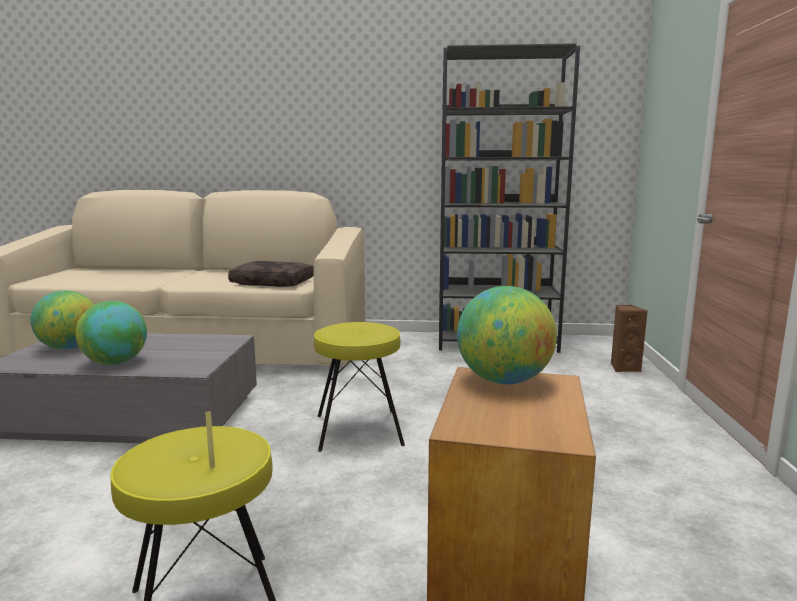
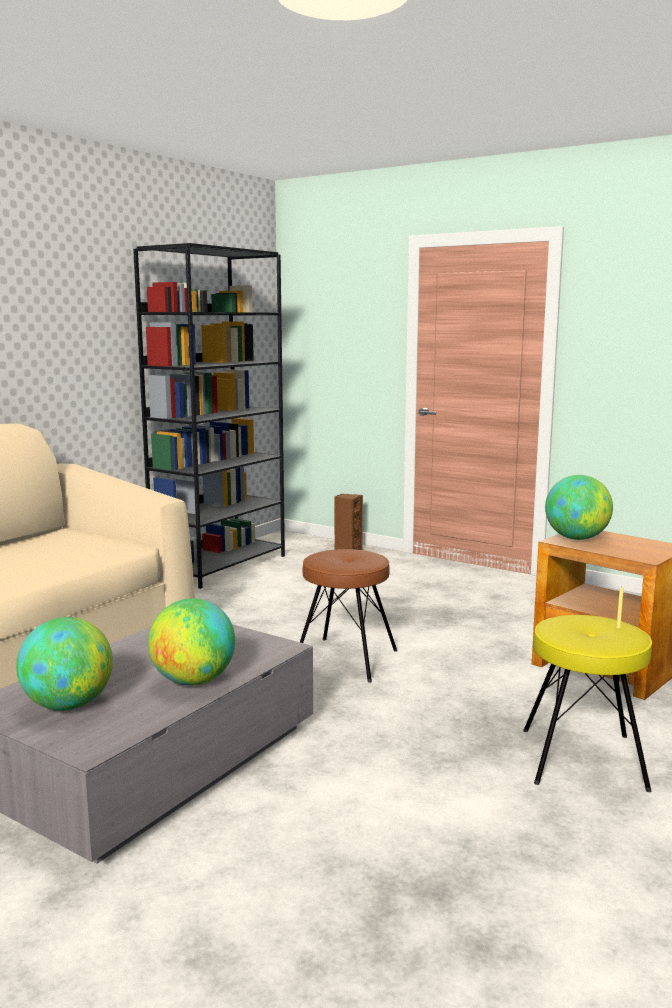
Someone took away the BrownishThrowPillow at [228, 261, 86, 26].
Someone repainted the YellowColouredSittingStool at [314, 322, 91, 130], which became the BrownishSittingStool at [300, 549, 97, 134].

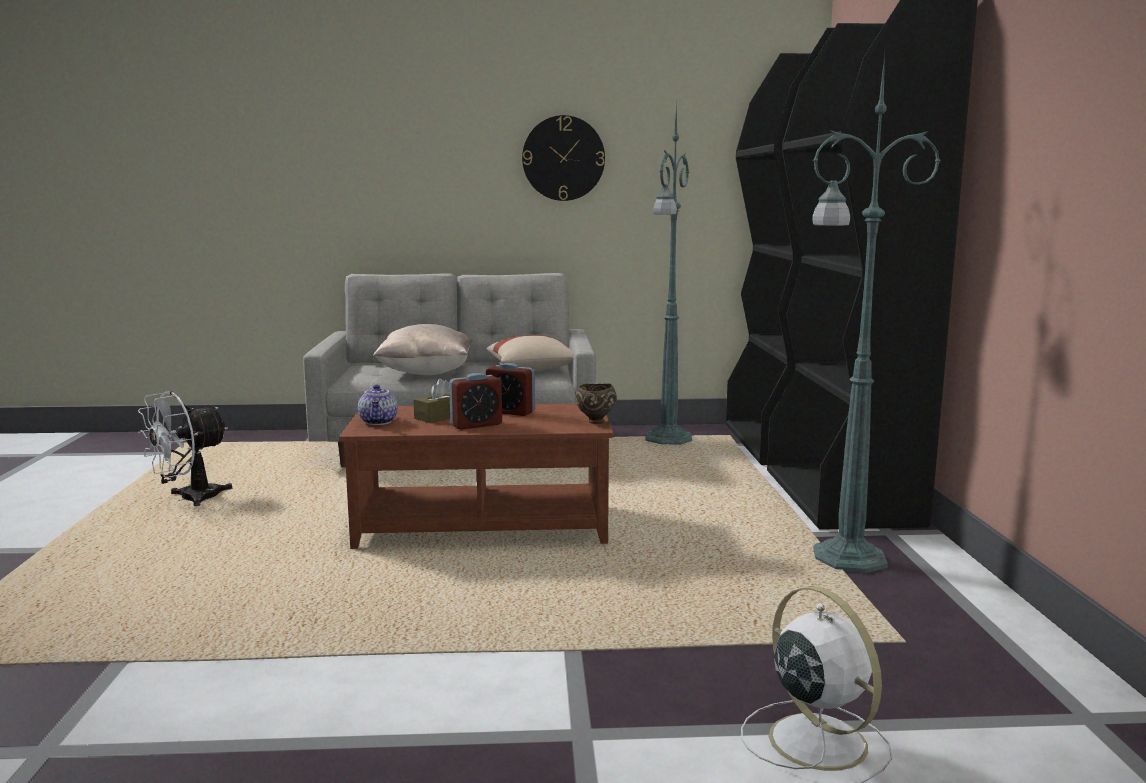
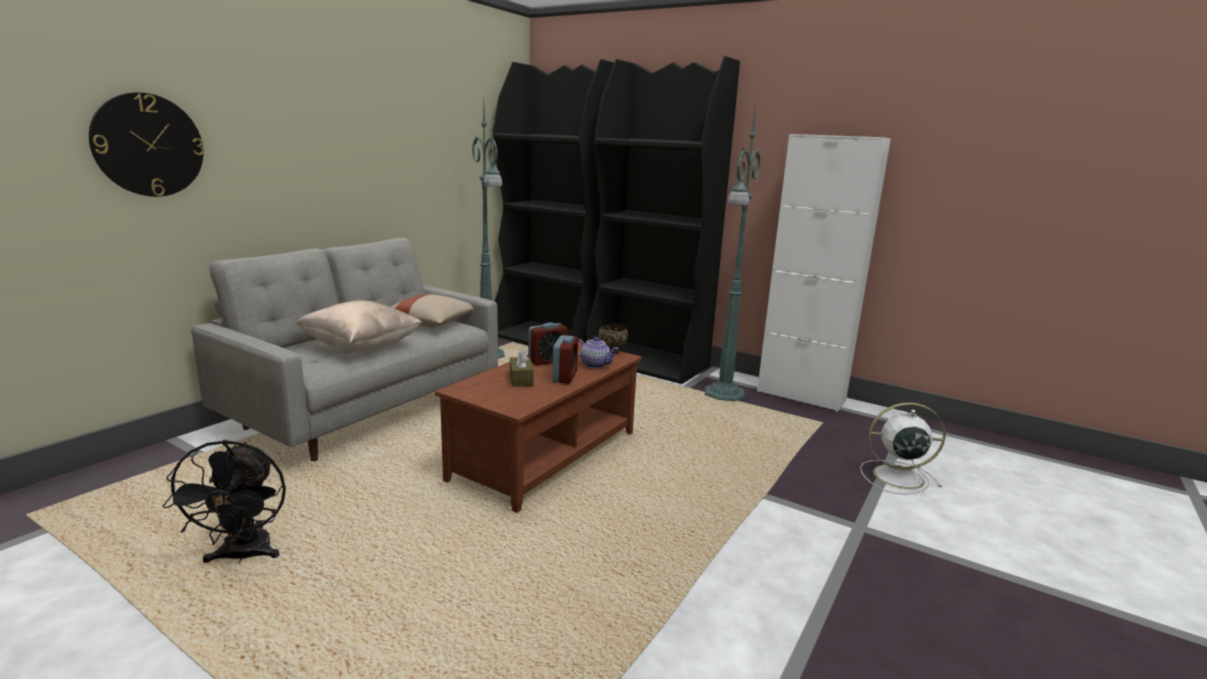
Someone repainted the WhitishElectricFan at [138, 391, 94, 115], which became the BlackColouredElectricFan at [162, 440, 124, 124].
Someone carried the TeaPot from [358, 385, 39, 40] to [578, 337, 41, 31].
Someone carried the HangingClock from [522, 115, 83, 86] to [89, 92, 115, 105].
Someone put down the WhitishCabinet at [757, 134, 134, 278].

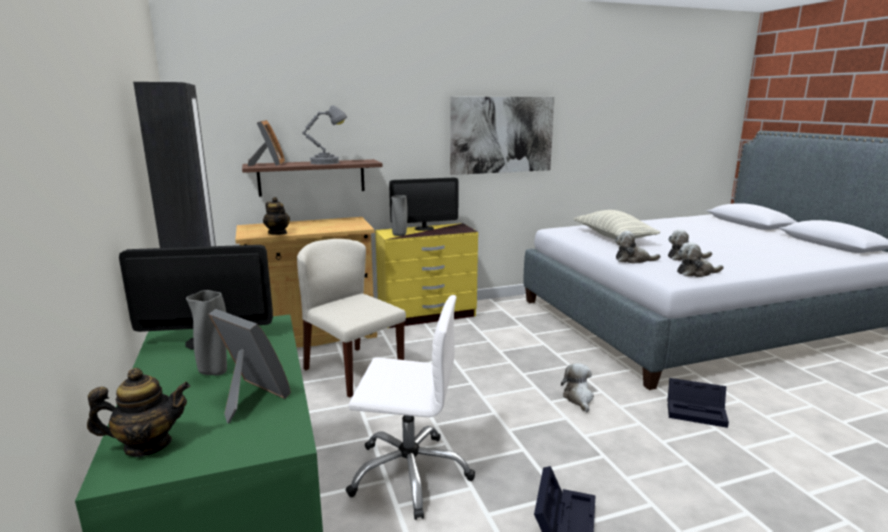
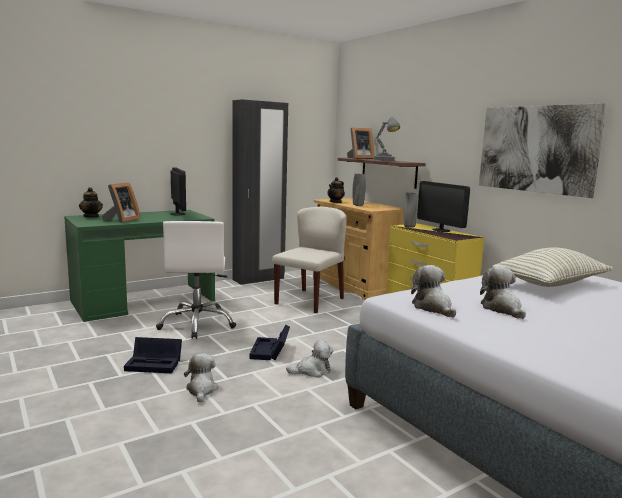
Someone carried the GreyishDecorativeVase from [186, 290, 41, 85] to [352, 174, 14, 32].
Someone carried the CuddlyToy from [615, 231, 46, 33] to [184, 353, 34, 50].
Someone carried the BlackColouredStorageContainer from [667, 378, 62, 50] to [249, 325, 41, 35].

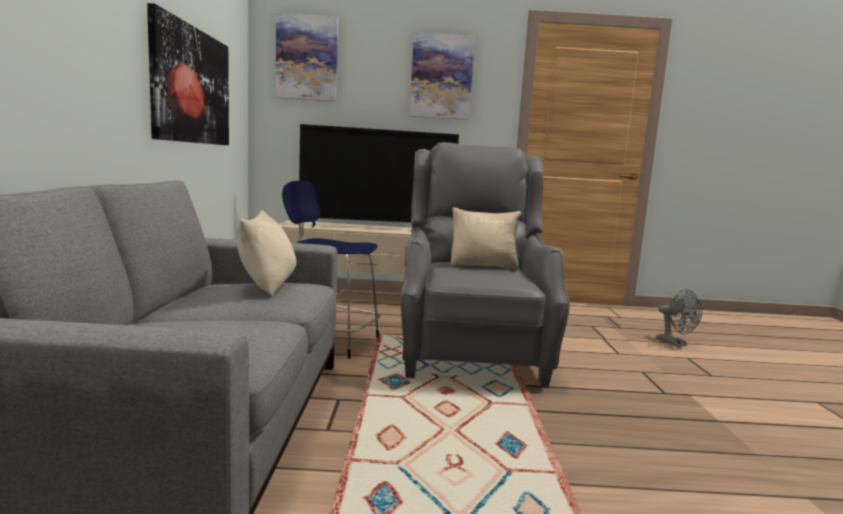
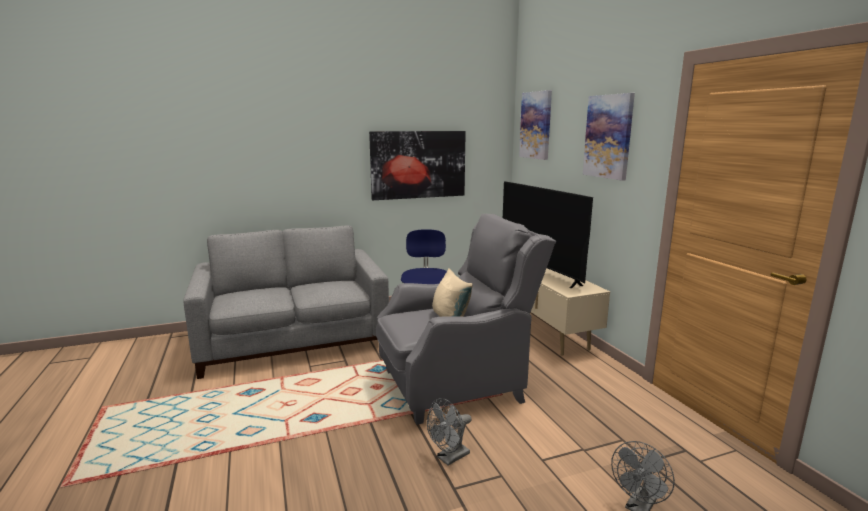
Someone took away the BeigeColouredThrowPillow at [237, 210, 60, 85].
Someone put down the GreyishElectricFan at [427, 398, 45, 68].

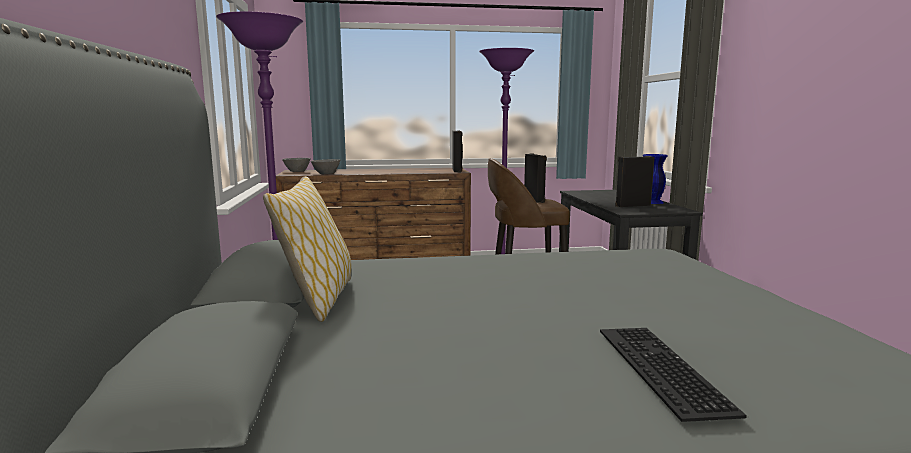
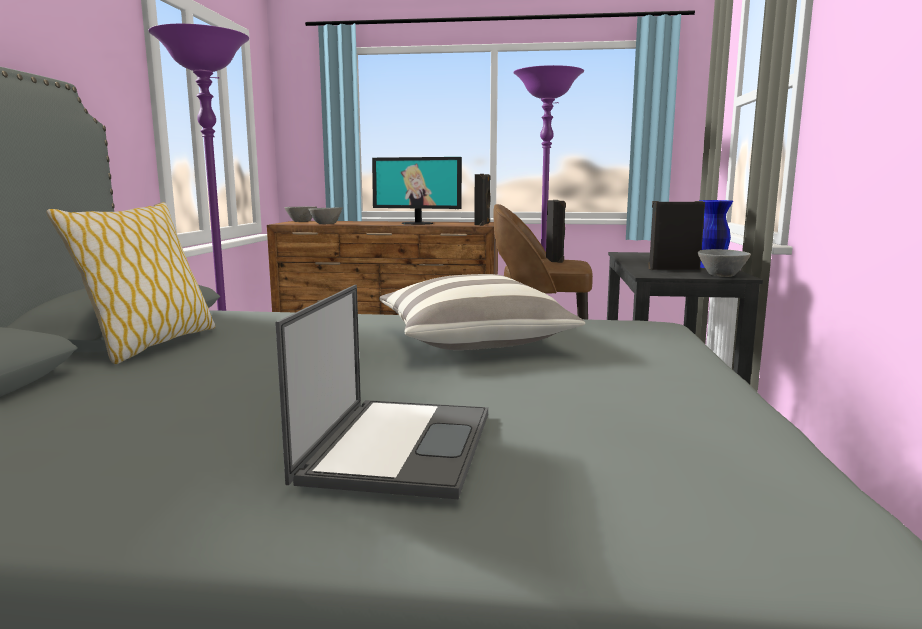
Someone swapped the ComputerKeyboard at [600, 328, 147, 94] for the NotebookComputer at [275, 285, 213, 214].
Someone put down the Monitor at [372, 157, 90, 68].
Someone put down the ThrowPillow at [379, 274, 206, 76].
Someone put down the GreyishDeepDish at [698, 249, 53, 28].

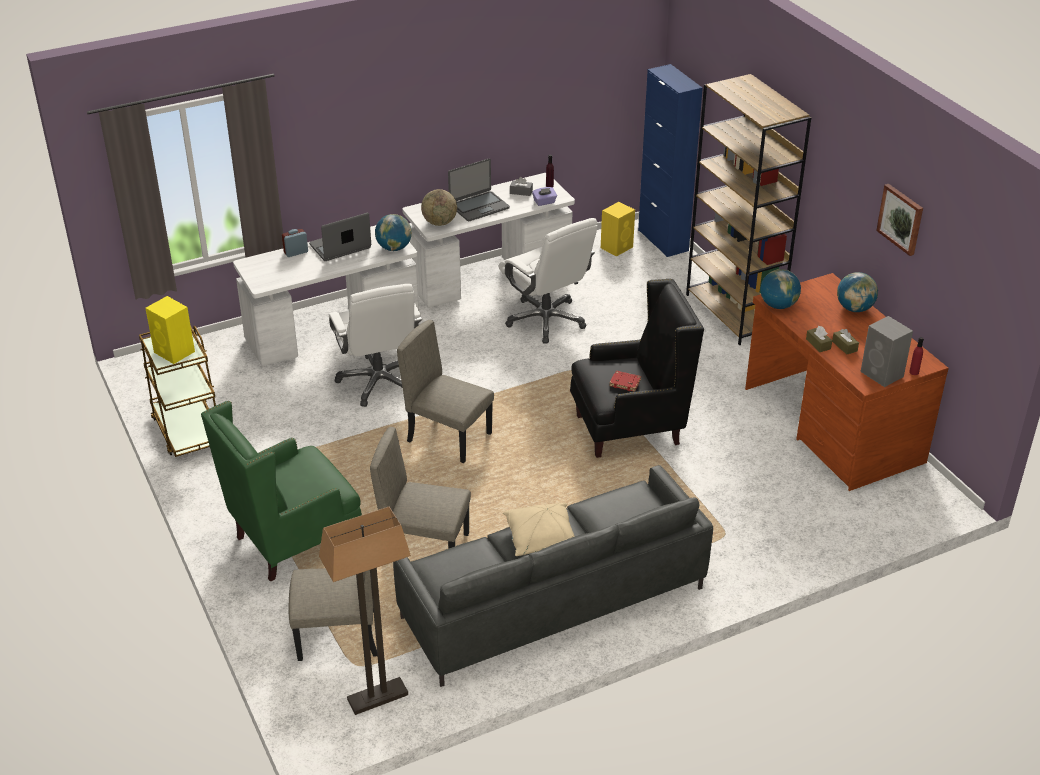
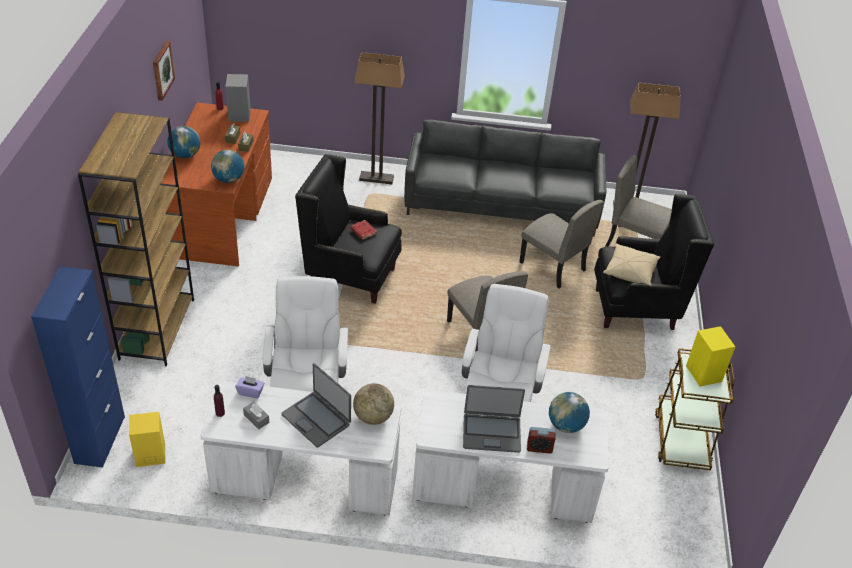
Someone repainted the GreenColouredLoungeChair at [201, 401, 161, 181], which became the BlackColouredLoungeChair at [594, 194, 120, 136].
Someone carried the Globe from [375, 214, 37, 37] to [549, 392, 41, 41].
Someone rotated the NotebookComputer at [448, 158, 62, 64] by 135 degrees counterclockwise.
Someone carried the BeigeColouredThrowPillow from [503, 502, 72, 54] to [603, 243, 57, 43].
Someone put down the StandardLamp at [354, 52, 51, 132].

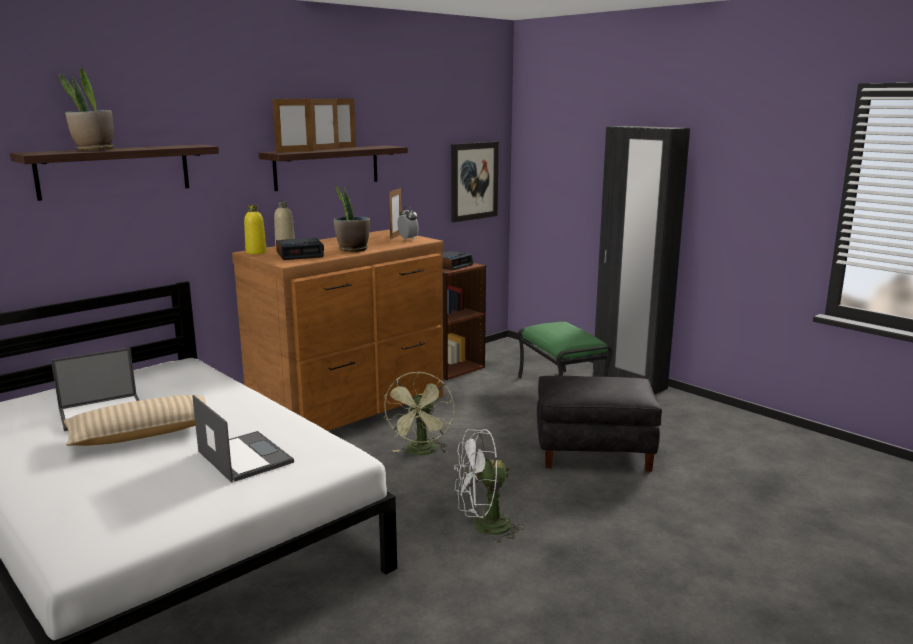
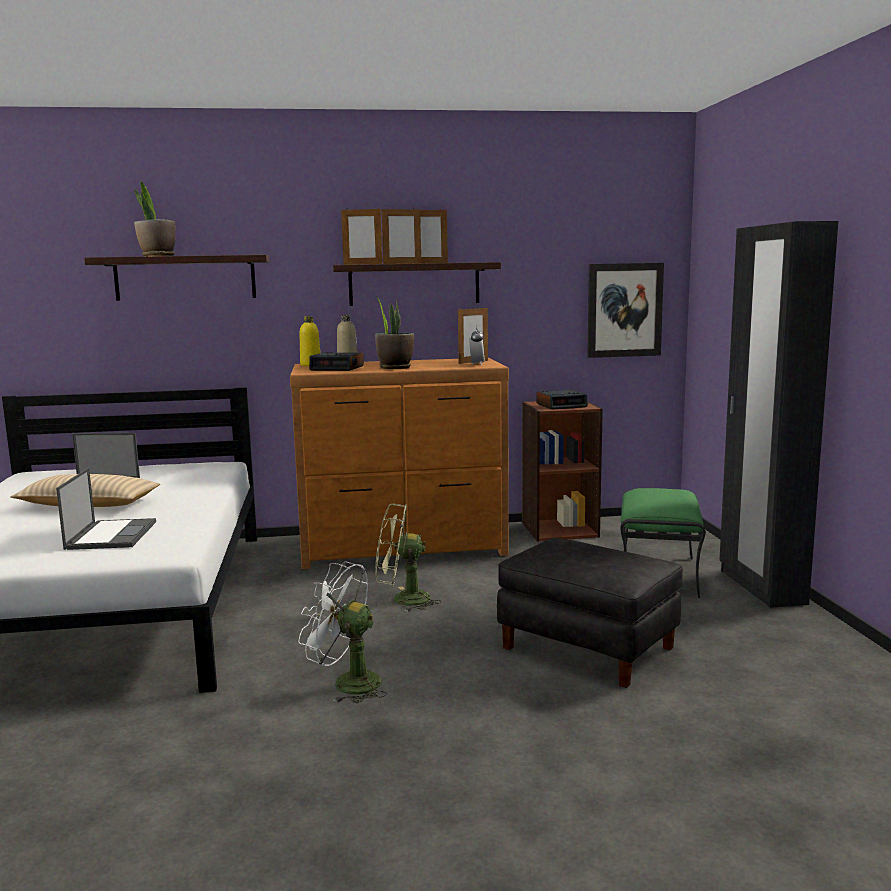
Someone rotated the GreenColouredElectricFan at [383, 371, 71, 84] by 45 degrees clockwise.

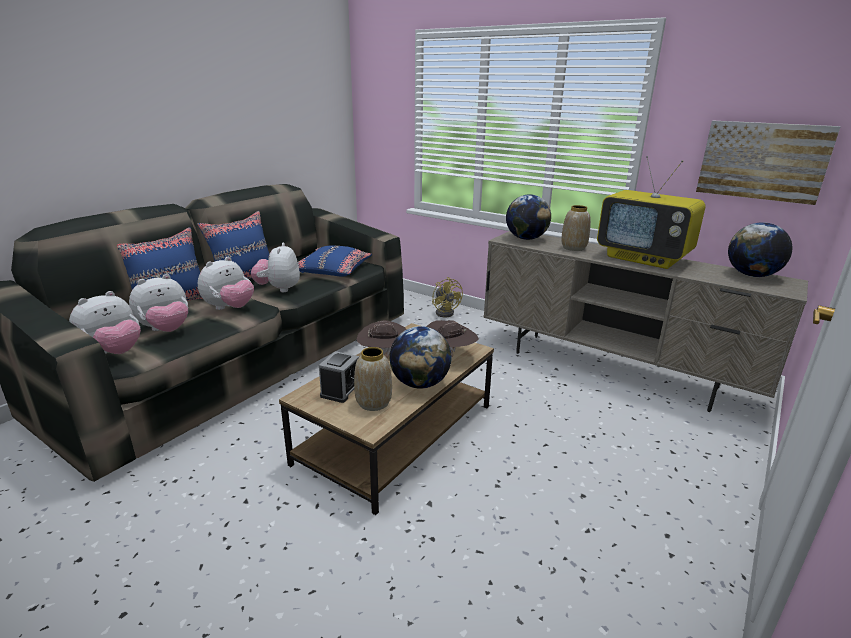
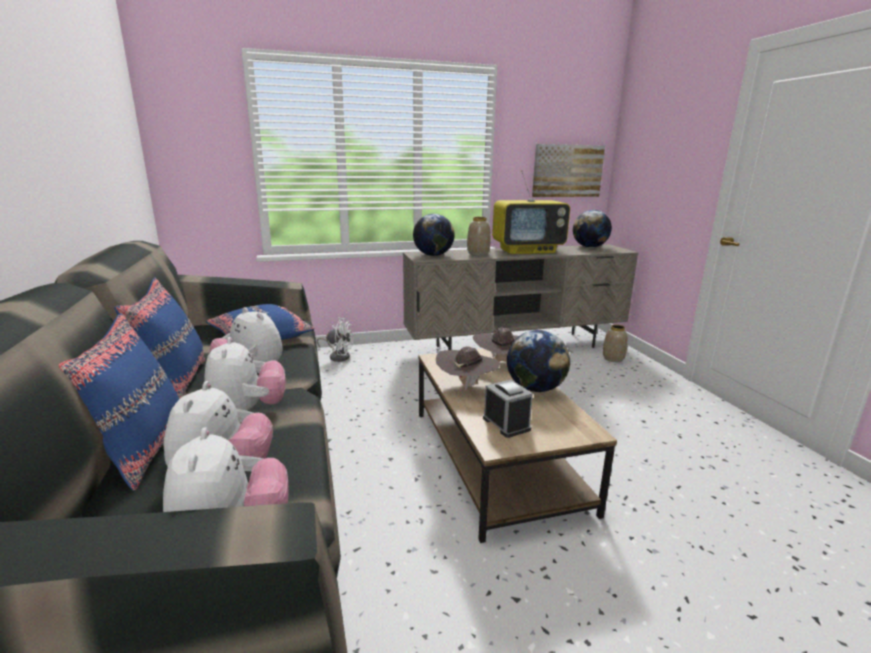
Someone carried the DecorativeVase from [354, 347, 38, 64] to [603, 325, 25, 37].
Someone repainted the YellowColouredElectricFan at [432, 277, 31, 40], which became the WhitishElectricFan at [317, 317, 36, 45].

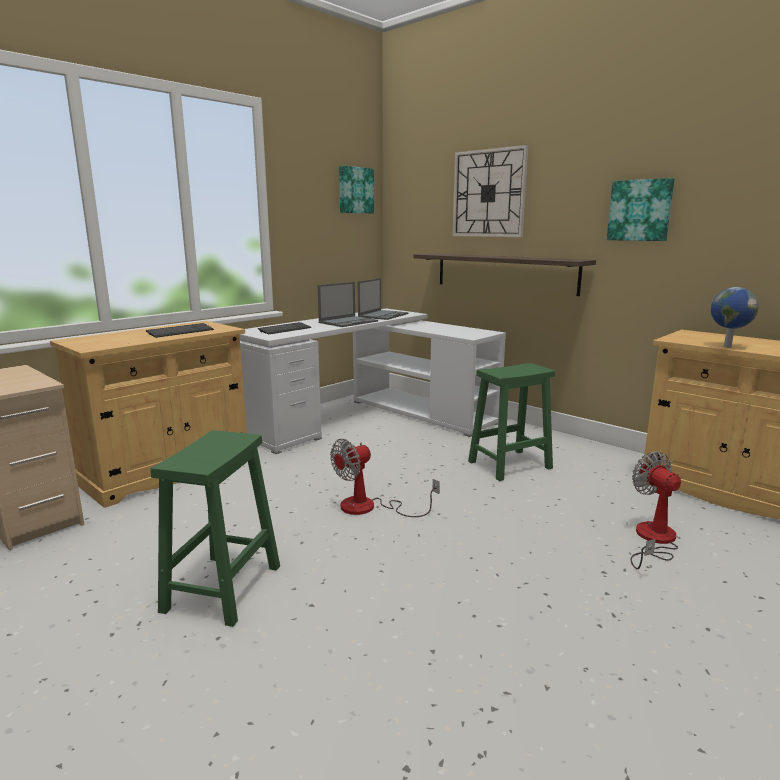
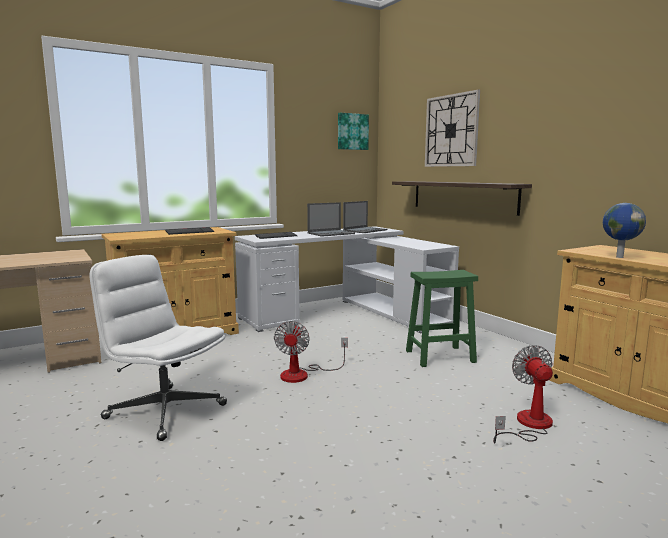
Someone swapped the GreenColouredSittingStool at [151, 430, 129, 197] for the WhitishOfficeChair at [90, 255, 137, 186].
Someone rotated the ElectricFan at [330, 439, 110, 78] by 60 degrees counterclockwise.
Someone took away the WallPicture at [607, 178, 68, 63].

